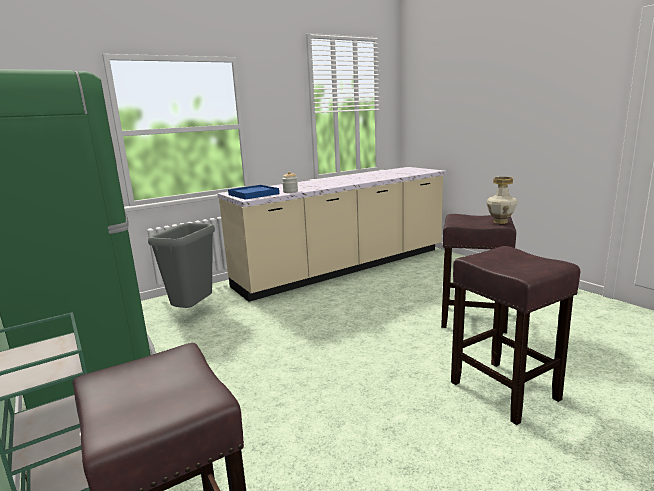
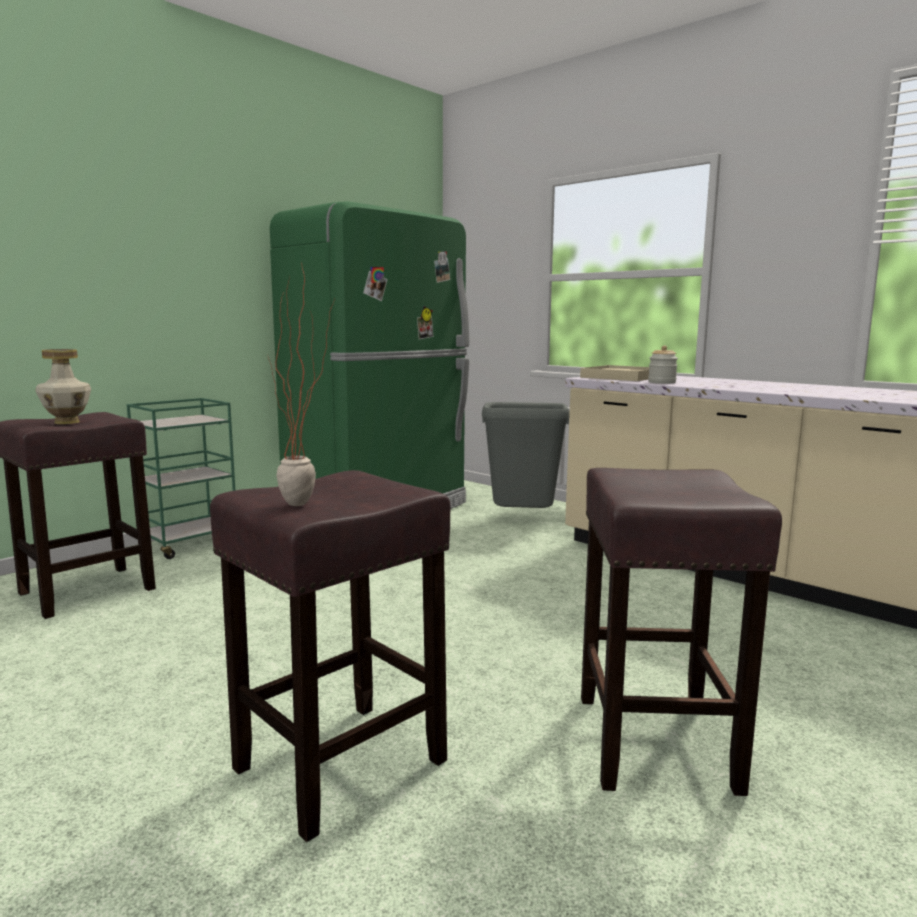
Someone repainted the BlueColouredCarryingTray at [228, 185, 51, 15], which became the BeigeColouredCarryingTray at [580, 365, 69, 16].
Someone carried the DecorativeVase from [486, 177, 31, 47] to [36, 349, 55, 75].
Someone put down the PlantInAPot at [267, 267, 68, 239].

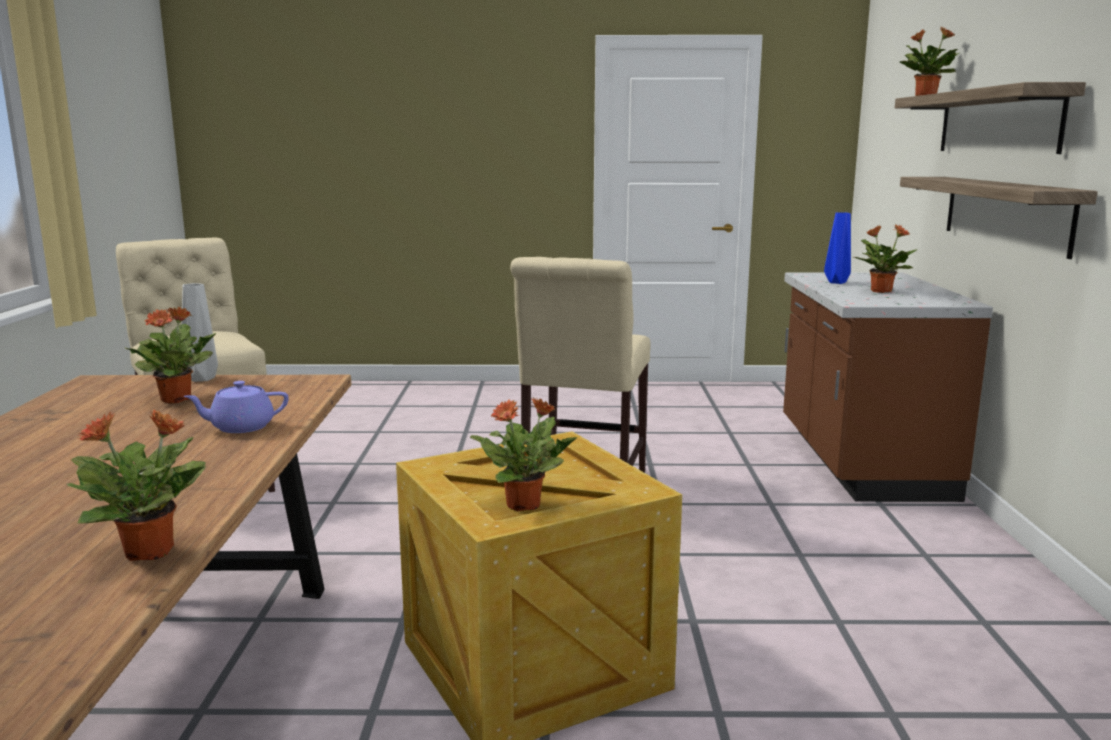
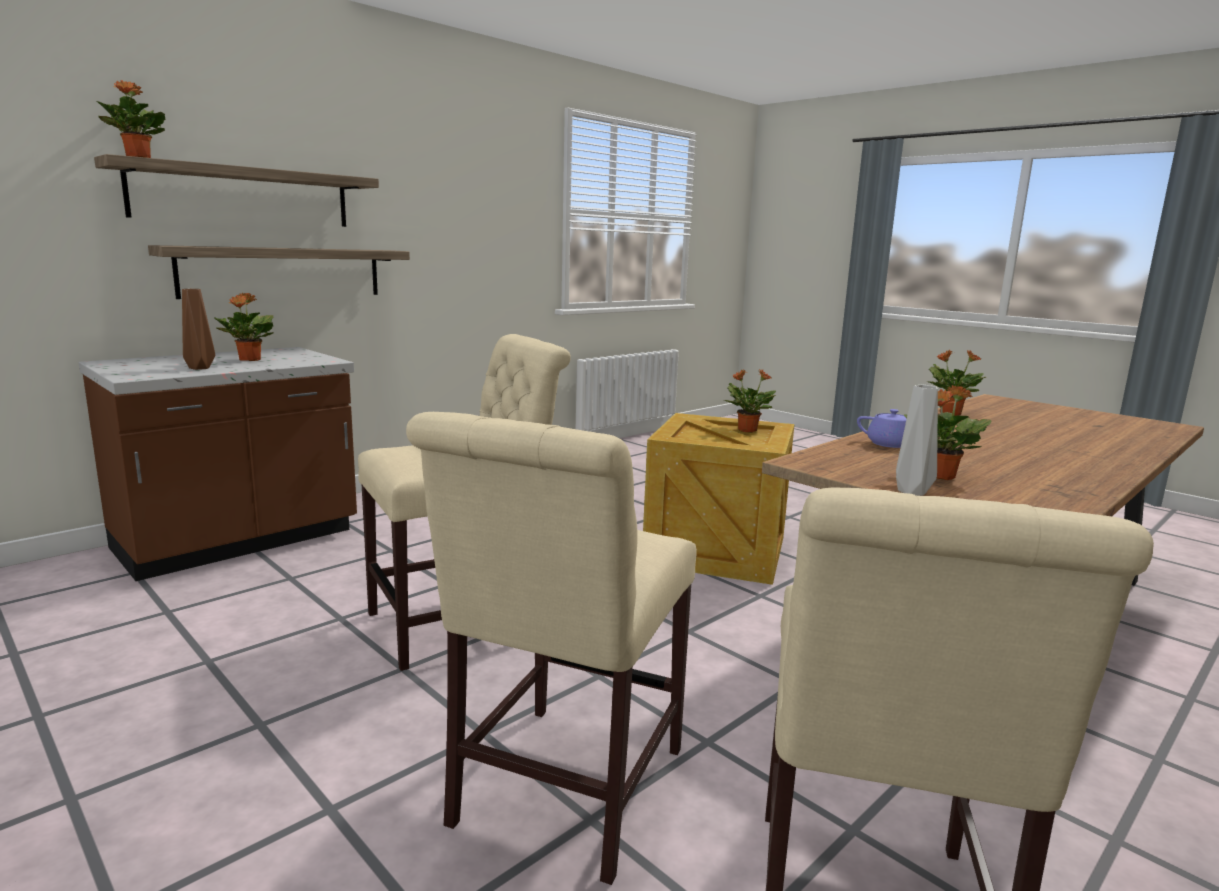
Someone repainted the BlueColouredDecorativeVase at [824, 212, 27, 72], which became the BrownishDecorativeVase at [182, 289, 33, 81].
Someone put down the BeigeColouredChair at [406, 412, 291, 473].

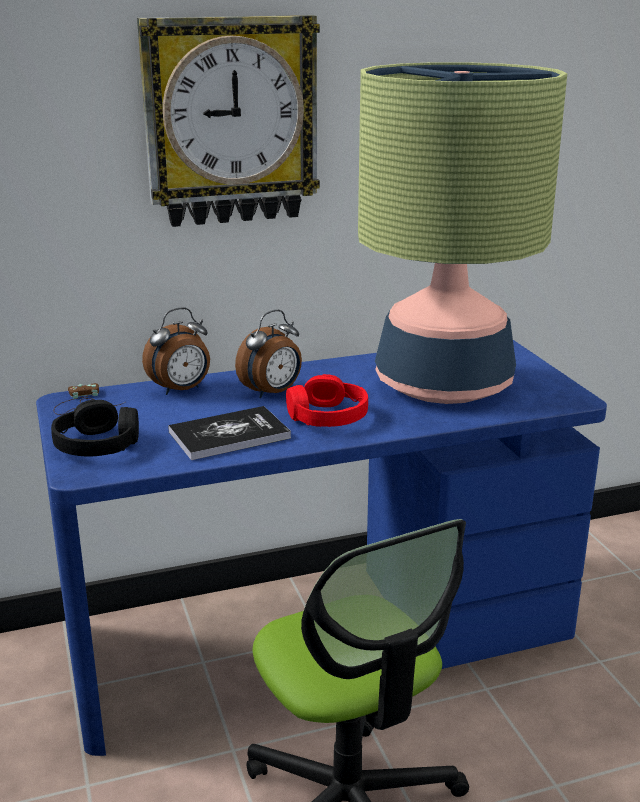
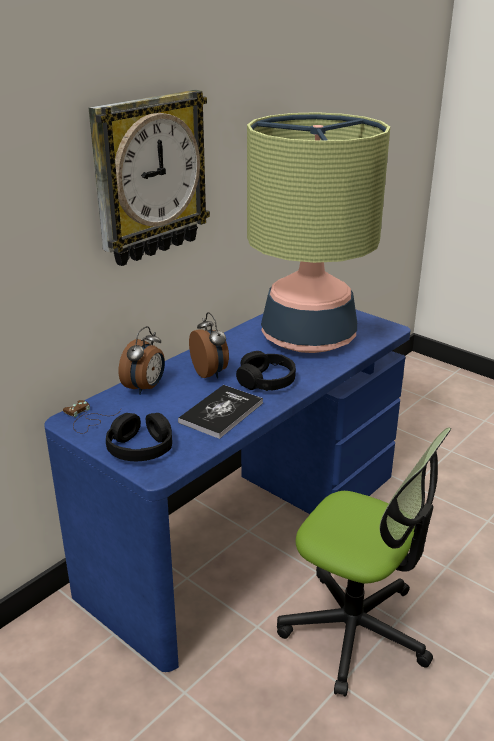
Someone rotated the BedsideClock at [235, 310, 67, 89] by 45 degrees counterclockwise.
Someone repainted the RedHeadset at [286, 374, 82, 53], which became the BlackColouredHeadset at [236, 351, 60, 40].

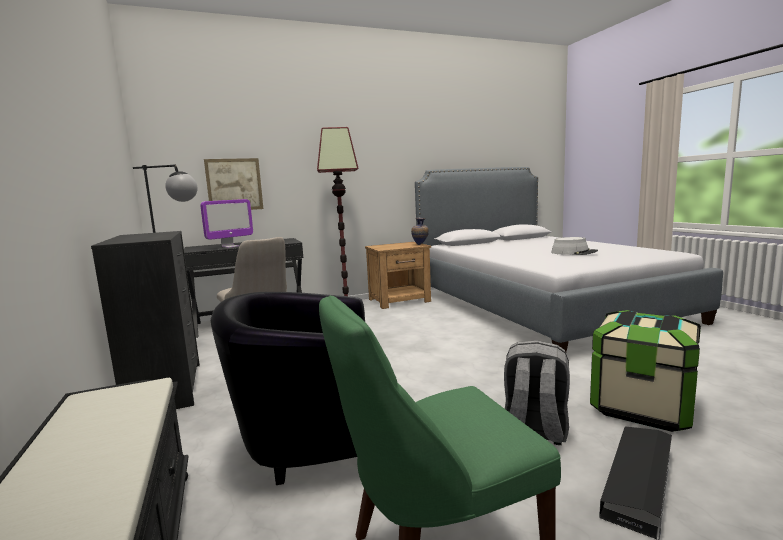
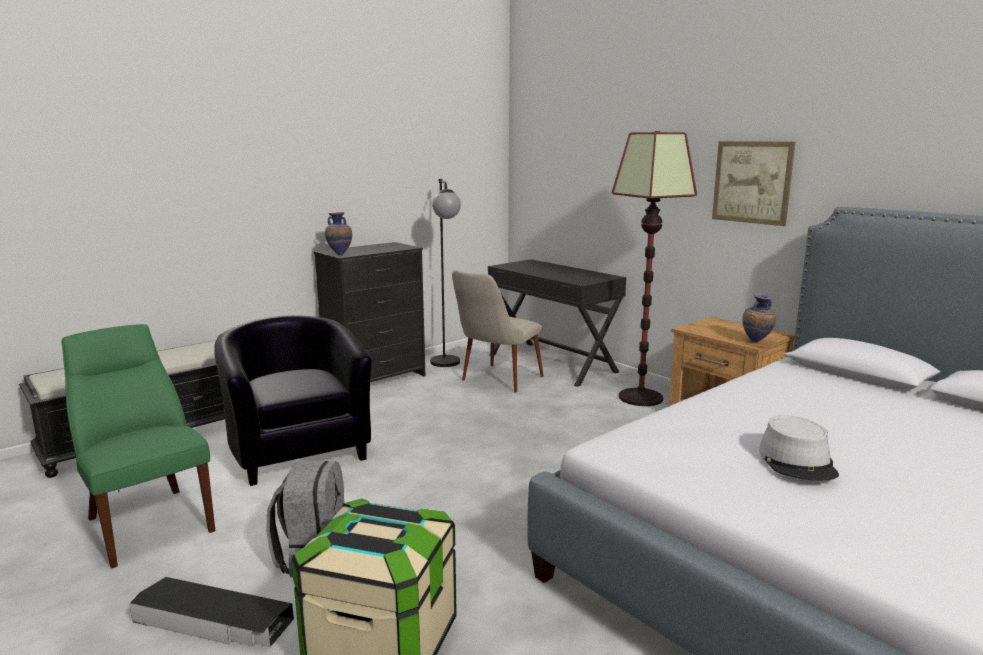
Someone took away the Monitor at [200, 199, 53, 49].
Someone carried the WallPicture from [204, 158, 59, 52] to [712, 141, 84, 85].
Someone put down the DecorativeVase at [325, 212, 27, 43].

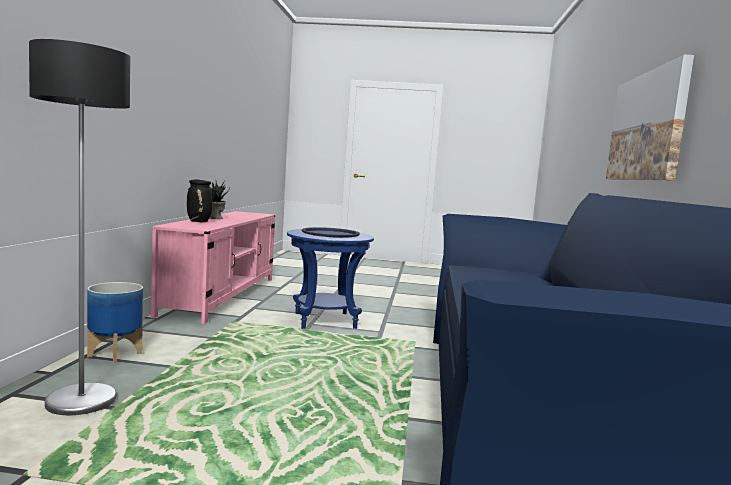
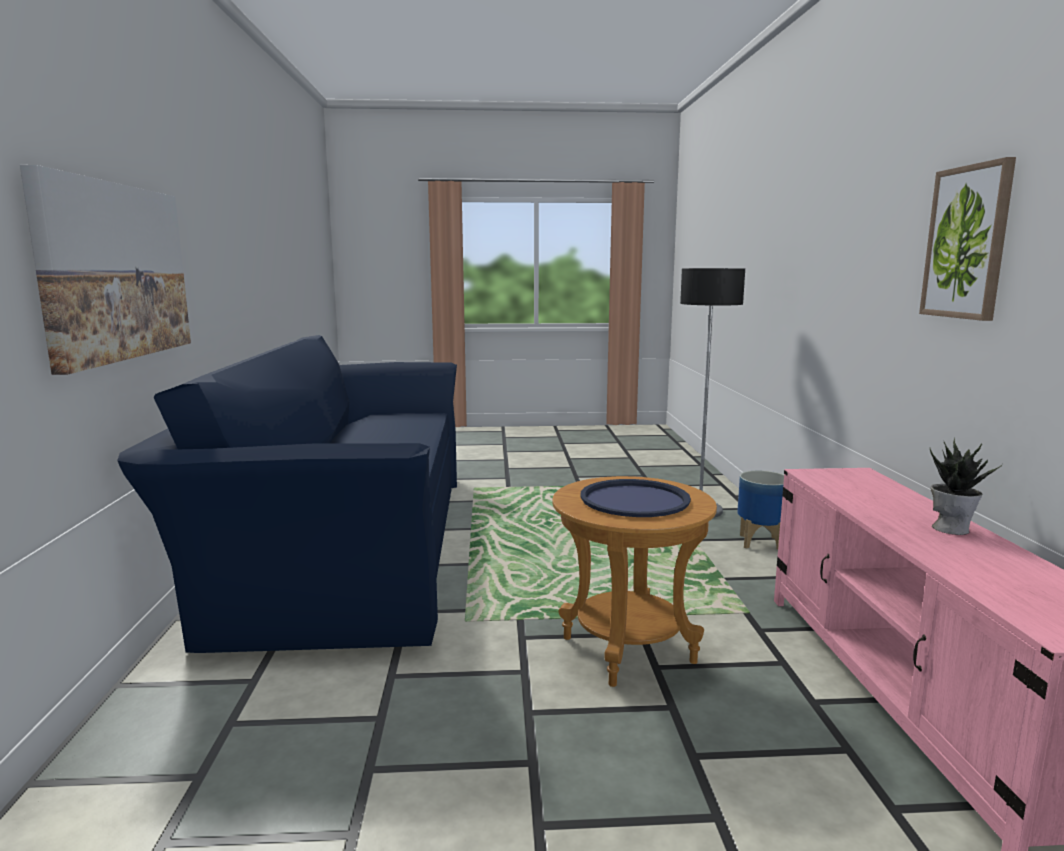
Someone took away the BlackColouredDecorativeVase at [187, 179, 26, 43].
Someone repainted the BlueColouredSideTable at [287, 229, 87, 100], which became the BrownishSideTable at [552, 476, 165, 211].
Someone put up the WallPicture at [919, 157, 97, 164].

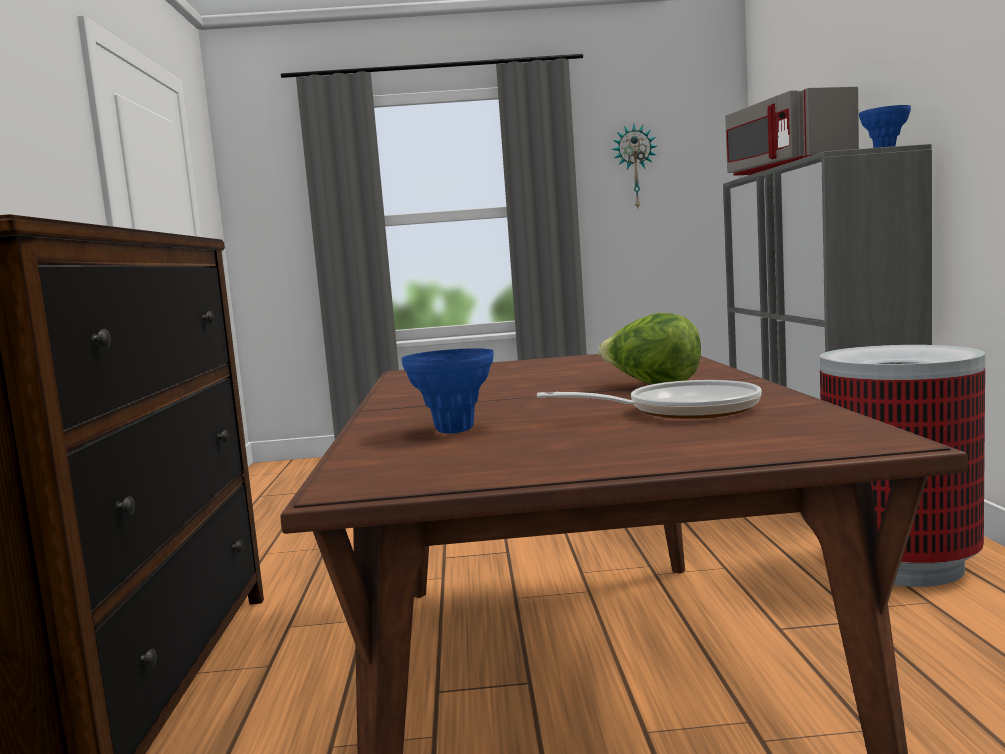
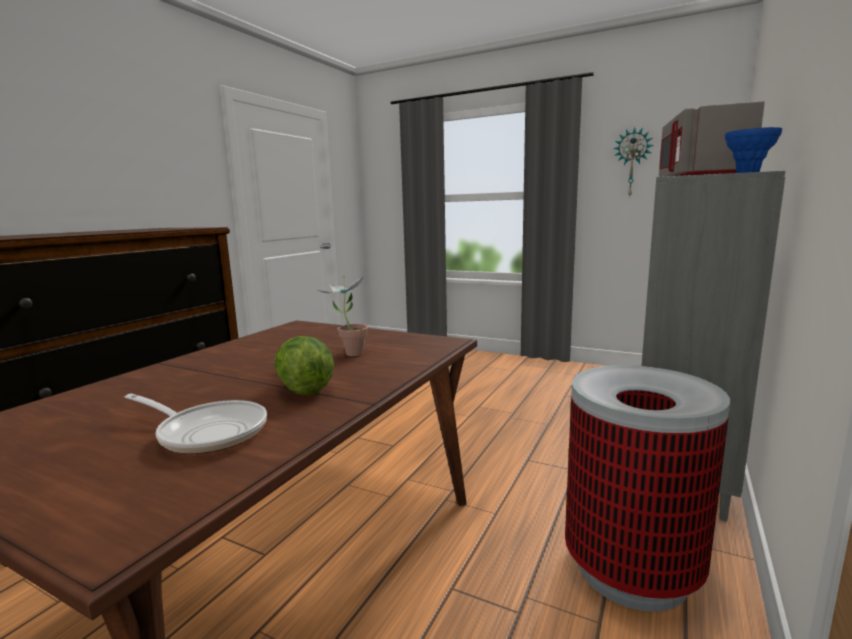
Someone took away the BlueColouredDecorativeVase at [402, 348, 92, 85].
Someone put down the PlantInAPot at [316, 275, 52, 81].

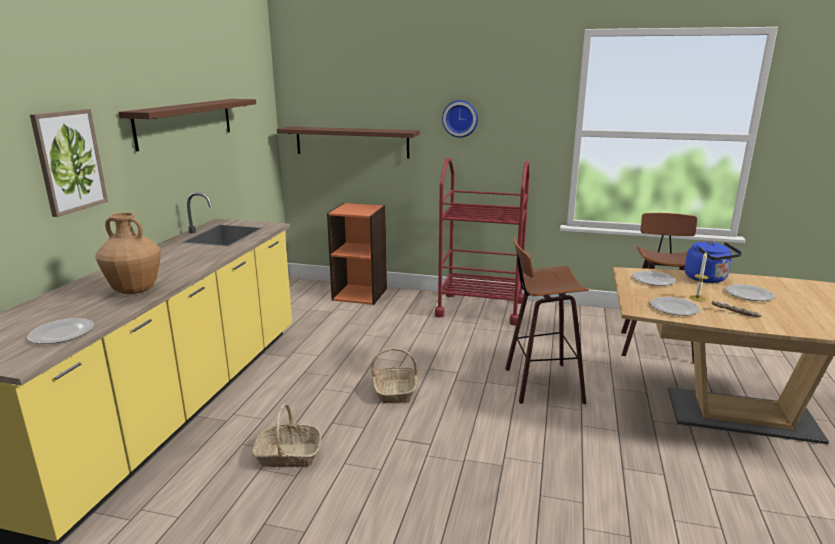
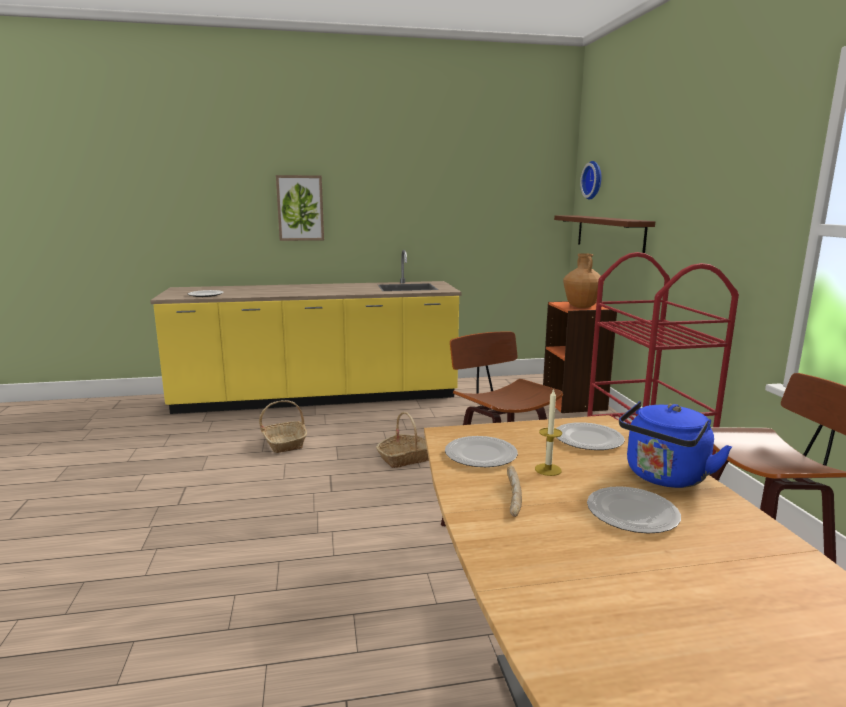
Someone carried the BrownishDecorativeVase from [95, 212, 66, 82] to [563, 253, 41, 55].
Someone took away the BrownishWallShelf at [119, 99, 137, 53].
Someone carried the HangingClock from [442, 100, 36, 38] to [580, 161, 21, 39].

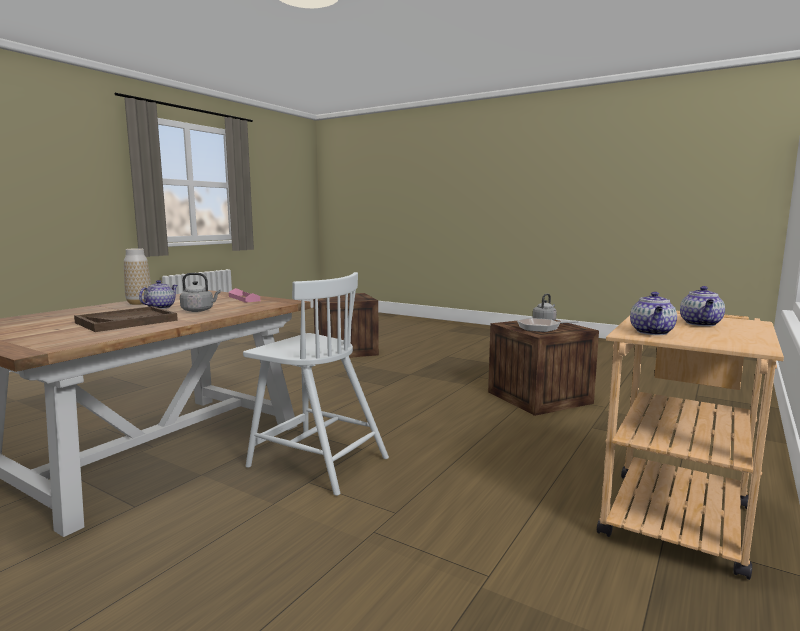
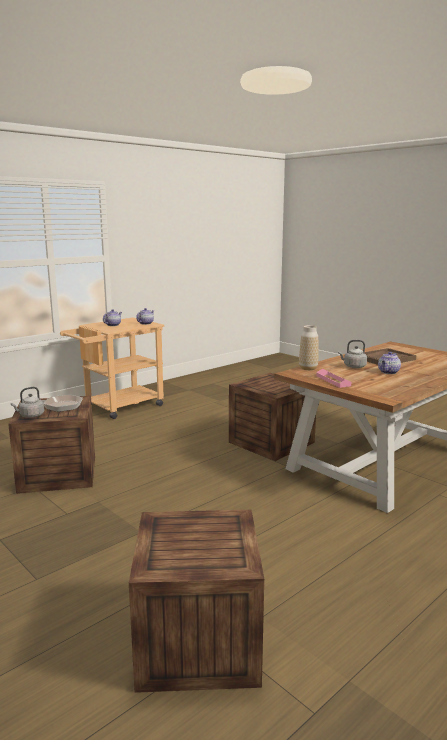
Someone carried the DecorativeVase from [124, 248, 27, 57] to [299, 325, 19, 45].
Someone swapped the WhitishChair at [243, 272, 146, 224] for the Crate at [229, 373, 87, 88].

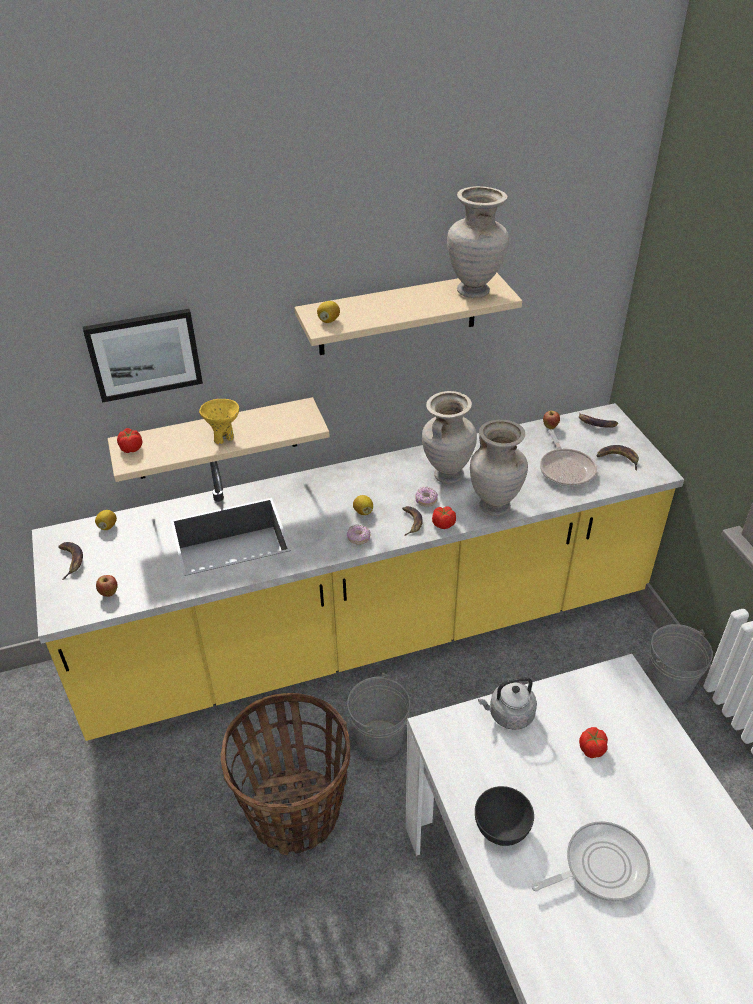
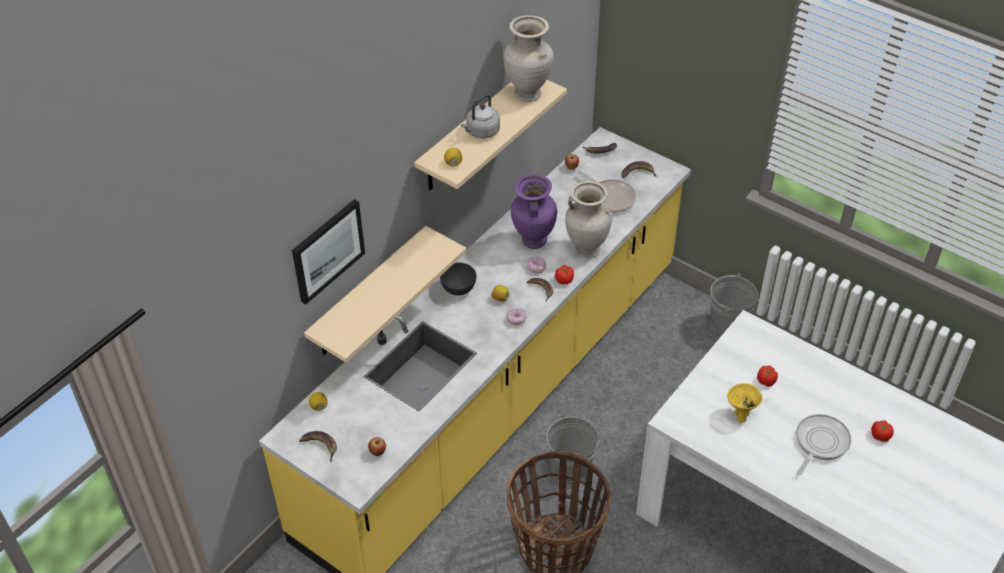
Someone carried the Tomato from [117, 428, 25, 25] to [871, 420, 23, 22].
Someone carried the YellowColouredDeepDish from [199, 399, 40, 45] to [727, 383, 35, 39].
Someone repainted the BeigeColouredDecorativeVase at [422, 391, 55, 93], which became the PurpleDecorativeVase at [511, 174, 46, 75].
Someone carried the GreyishDeepDish from [475, 786, 59, 60] to [440, 262, 37, 34].
Someone carried the GreyishTeaKettle from [478, 677, 59, 53] to [461, 94, 39, 44].

